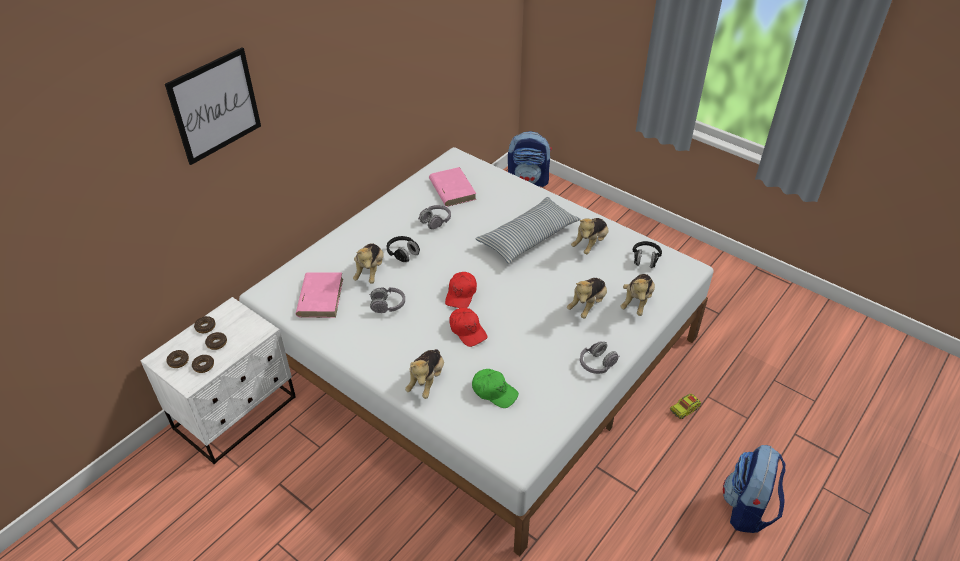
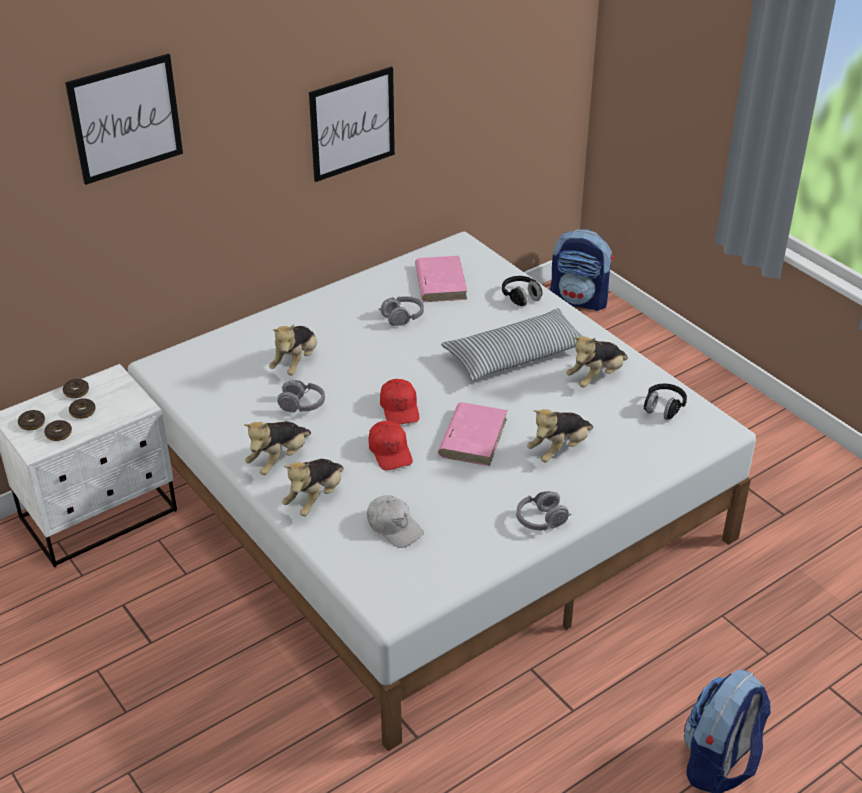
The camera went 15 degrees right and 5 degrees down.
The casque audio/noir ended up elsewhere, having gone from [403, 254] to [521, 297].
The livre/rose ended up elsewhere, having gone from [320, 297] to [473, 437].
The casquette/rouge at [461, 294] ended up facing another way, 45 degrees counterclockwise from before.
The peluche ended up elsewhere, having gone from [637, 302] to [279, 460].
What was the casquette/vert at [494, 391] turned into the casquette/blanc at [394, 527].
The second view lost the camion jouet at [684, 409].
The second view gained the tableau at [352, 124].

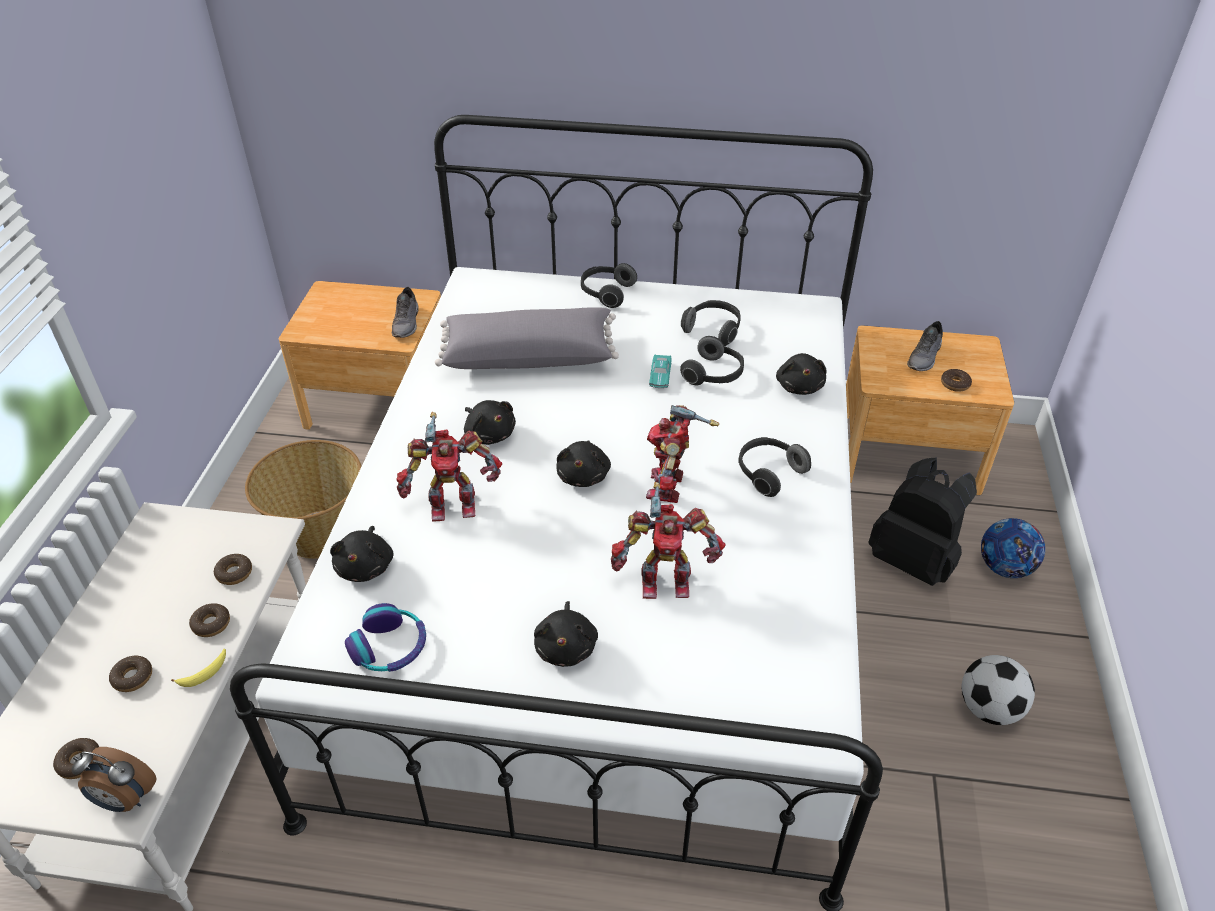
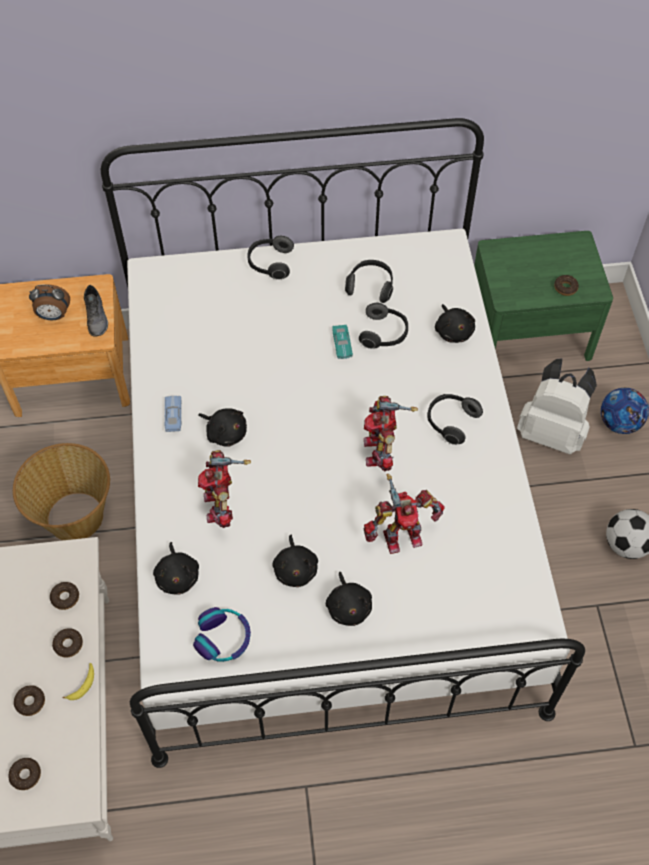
The camera went 15 degrees left and 15 degrees up.
The second view lost the coussin/gris at [529, 355].
The second view lost the chaussure/gris at [925, 357].
What was the table de chevet/marron at [908, 452] turned into the table de chevet/vert at [528, 330].
The robot jouet at [452, 504] ended up facing another way, 105 degrees clockwise from before.
The peluche/noir ended up elsewhere, having gone from [584, 475] to [295, 569].
What was the sac à dos/noir at [913, 560] turned into the sac à dos/blanc at [551, 432].
The réveil ended up elsewhere, having gone from [125, 799] to [54, 316].
The second view gained the petite voiture/bleu at [173, 416].

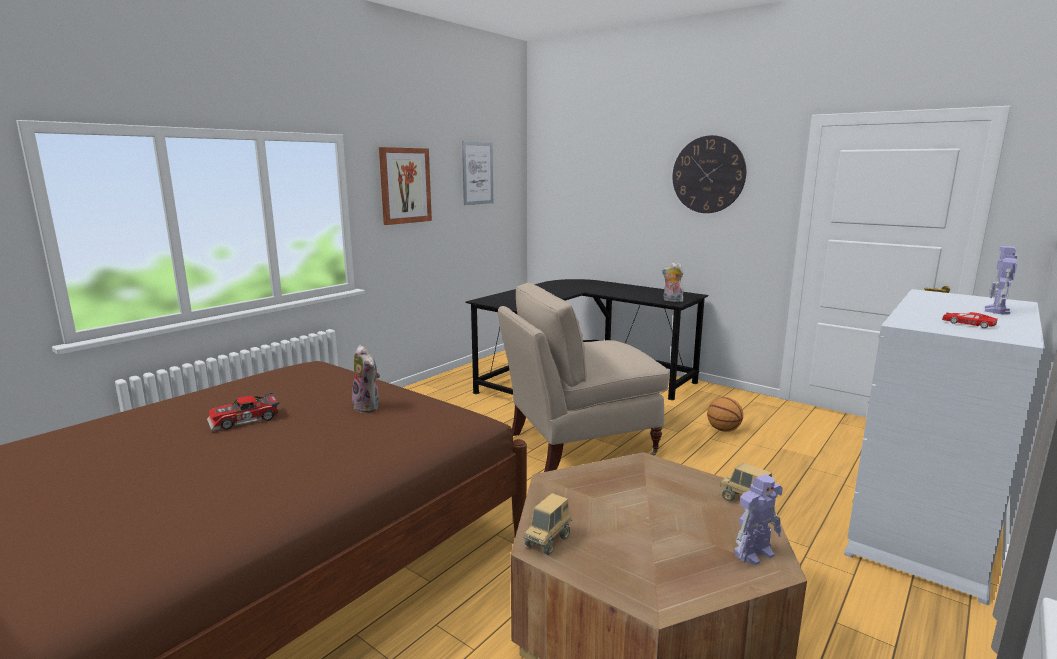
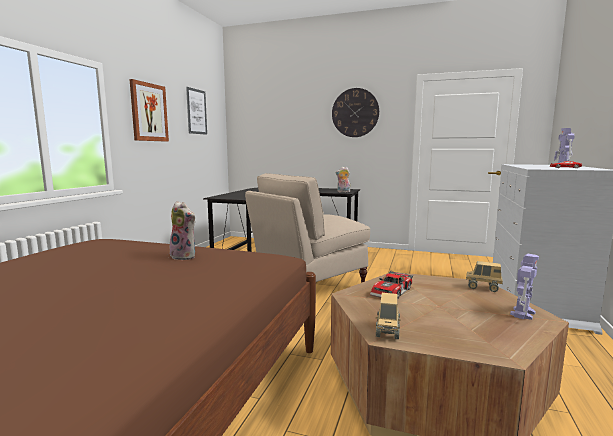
The camera went 20 degrees left and 5 degrees down.
The petite voiture ended up elsewhere, having gone from [244, 420] to [393, 292].
The second view lost the ballon de basket at [723, 430].

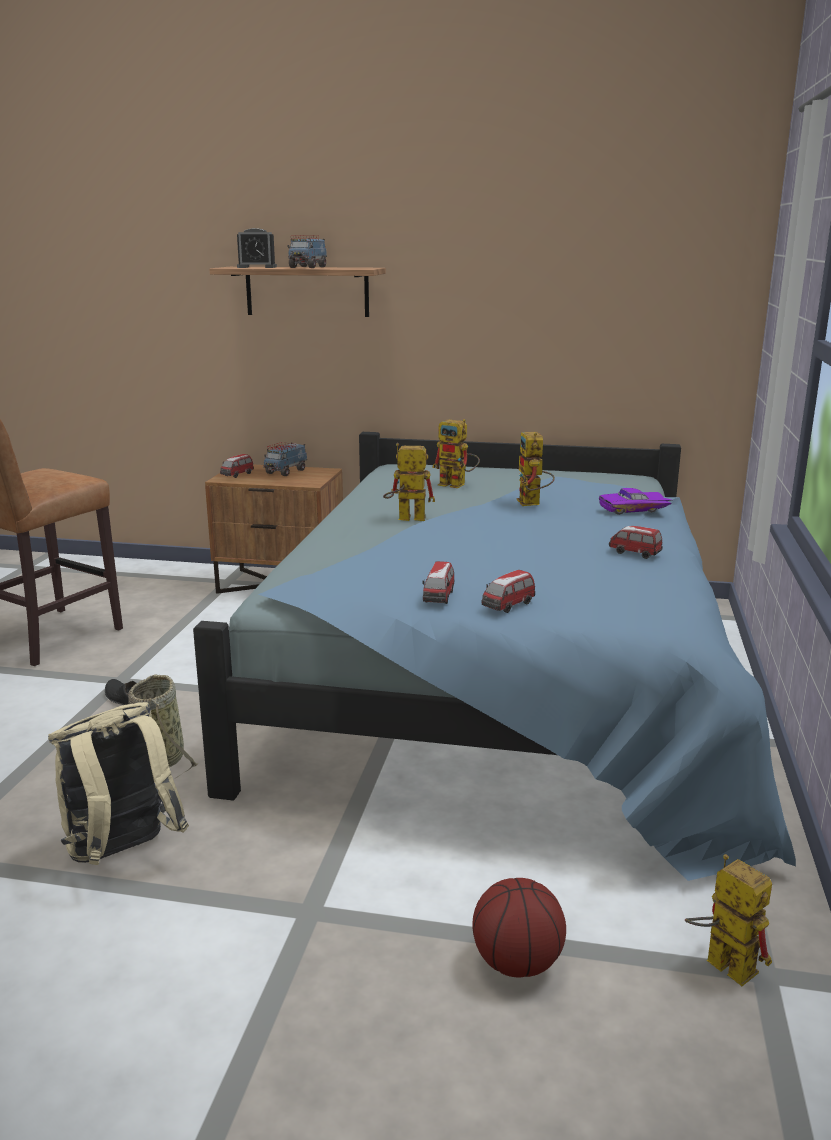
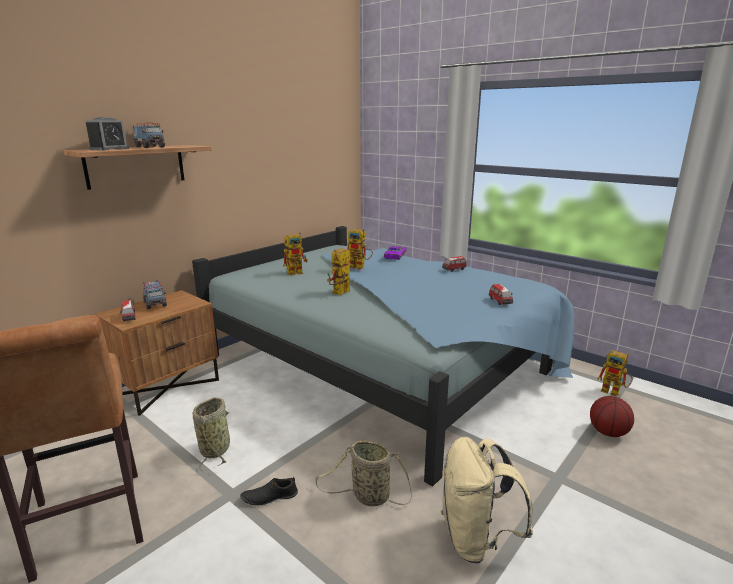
The camera went 60 degrees left and 0 degrees up.
The second view lost the petite voiture at [439, 597].
The robot jouet at [720, 963] ended up facing another way, 135 degrees counterclockwise from before.
The second view gained the panier at [216, 448].

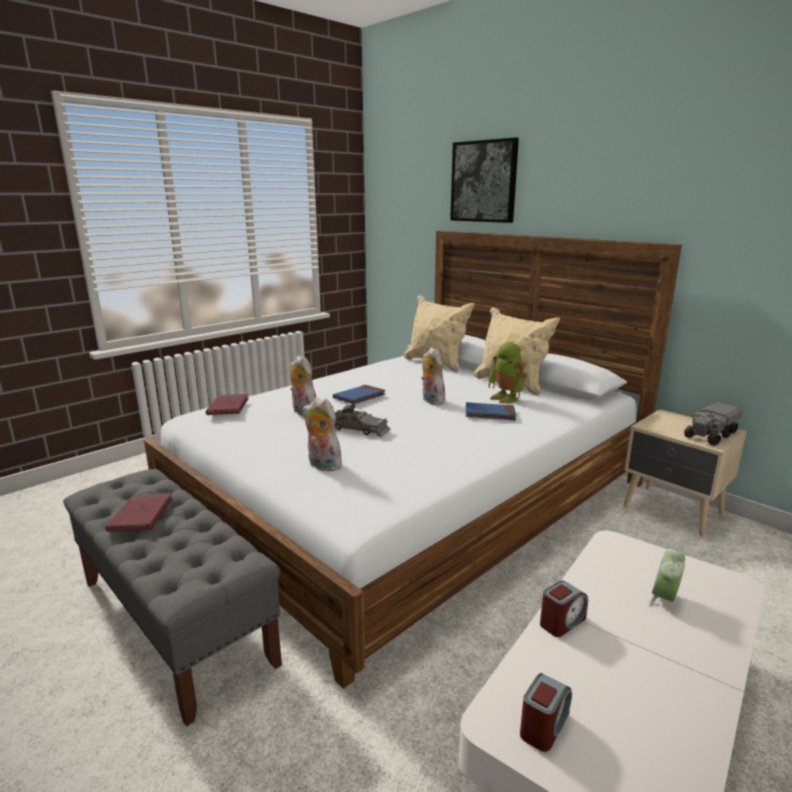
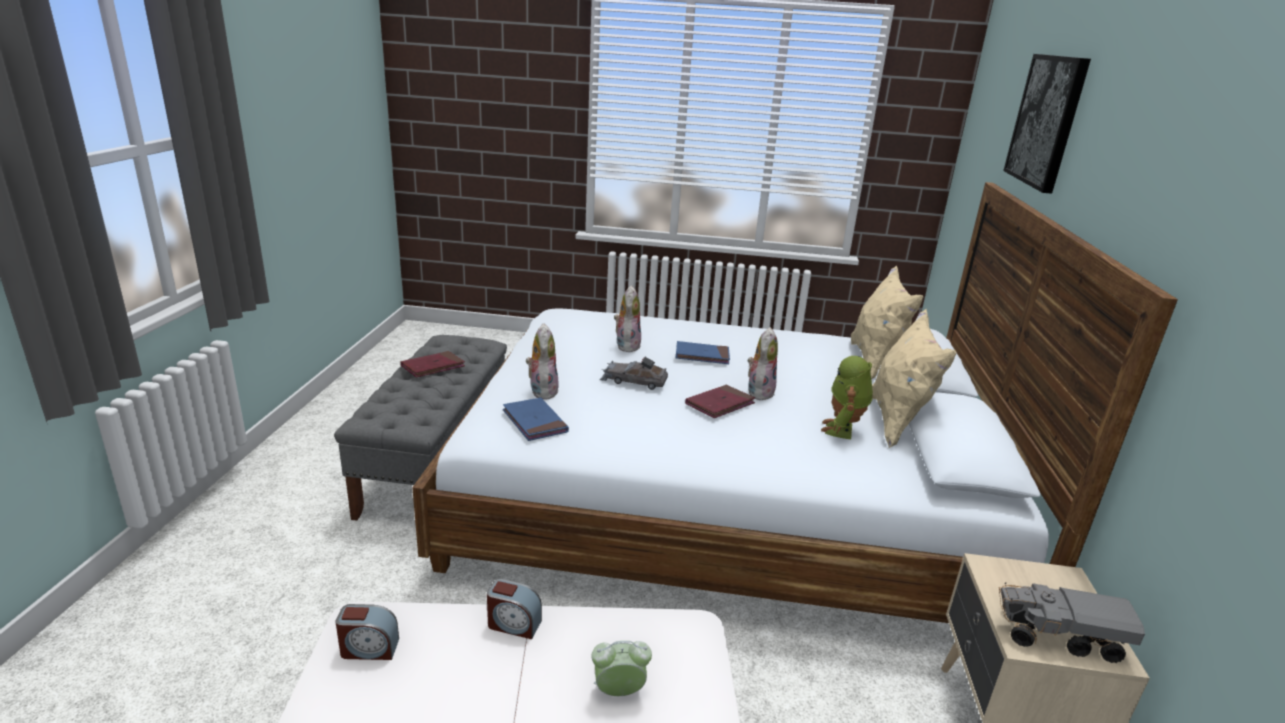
The camera went 50 degrees right and 5 degrees up.
The livre/rouge ended up elsewhere, having gone from [228, 407] to [720, 404].
The livre/bleu ended up elsewhere, having gone from [490, 414] to [535, 422].
The petite voiture/gris at [359, 429] ended up facing another way, 120 degrees clockwise from before.

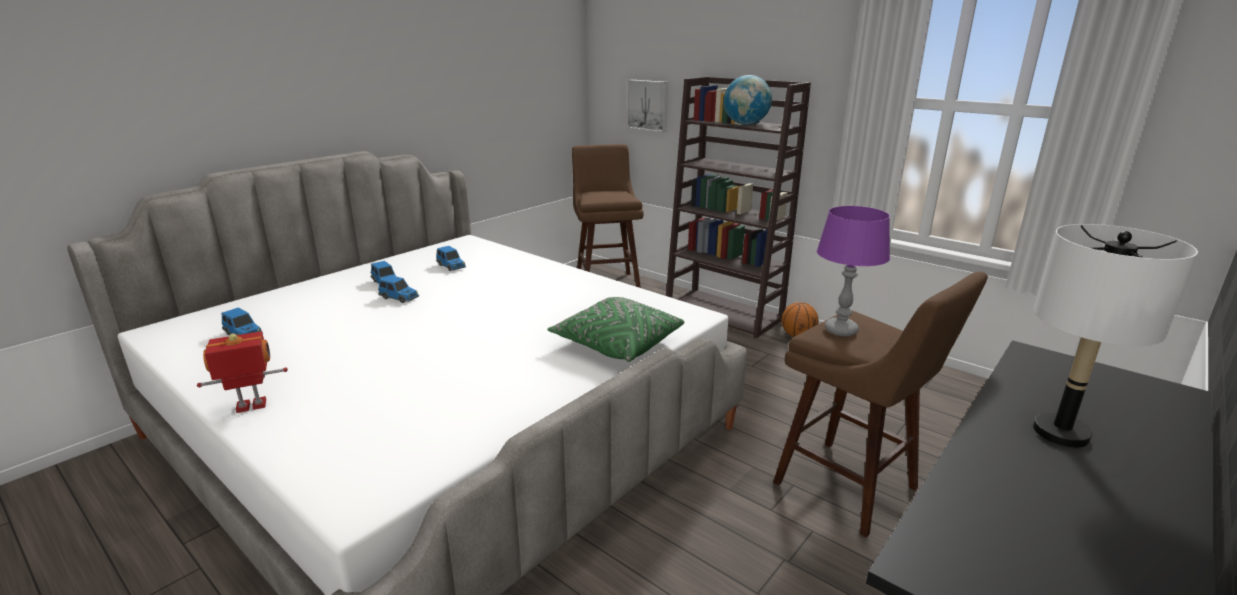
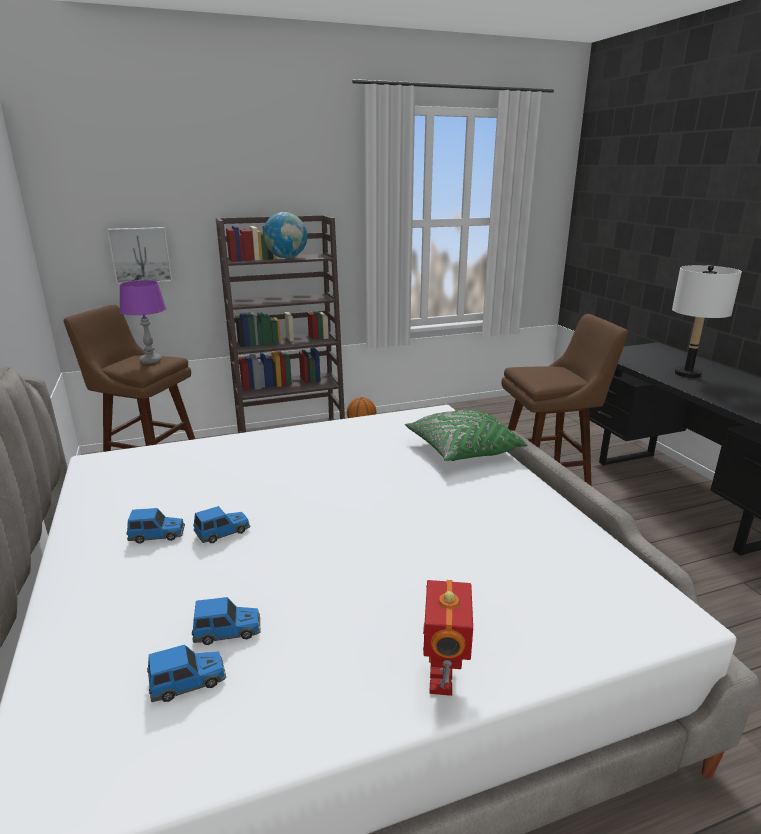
The camera went 60 degrees left and 0 degrees up.
The lampe de table/violet ended up elsewhere, having gone from [840, 330] to [151, 361].
The petite voiture ended up elsewhere, having gone from [451, 266] to [228, 631].

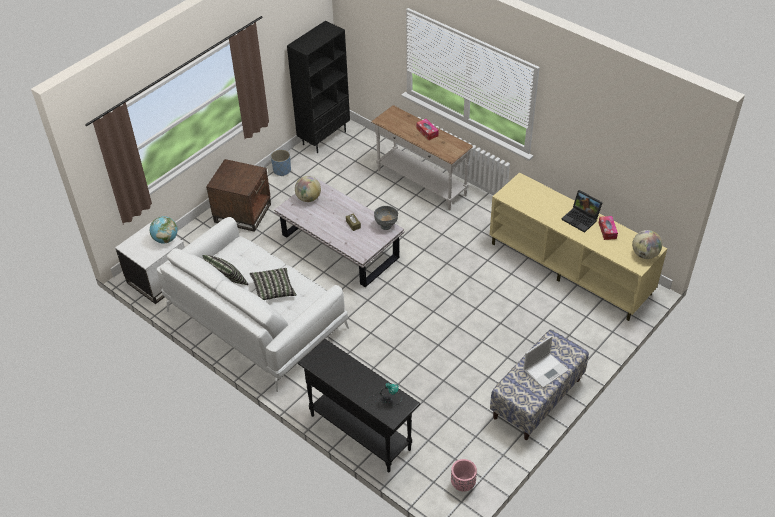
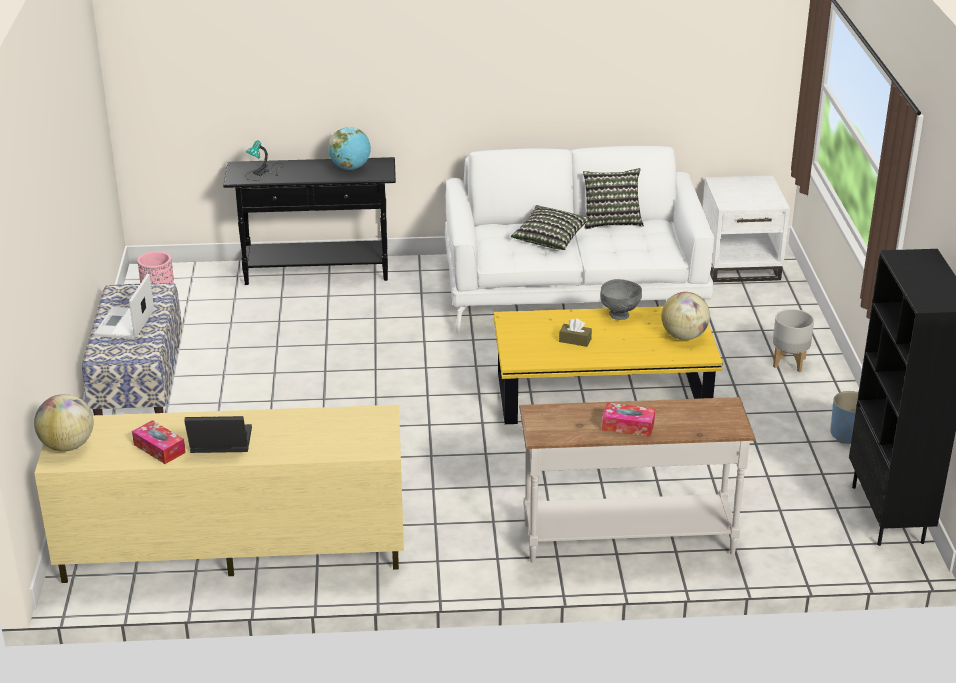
The camera went 135 degrees right and 15 degrees down.
Where the table d'appoint/marron stood at [243, 212], the cache-pot/gris came to stand at [789, 362].
What was the table basse/blanc at [340, 246] turned into the table basse/jaune at [603, 396].
The bol/gris ended up elsewhere, having gone from [386, 225] to [619, 315].
The globe ended up elsewhere, having gone from [166, 239] to [350, 168].

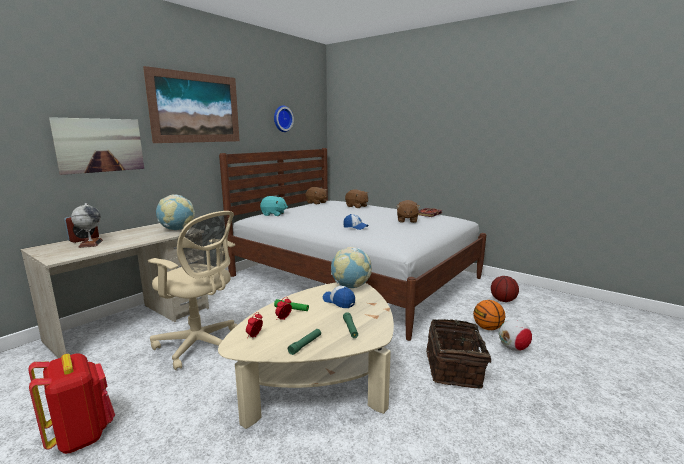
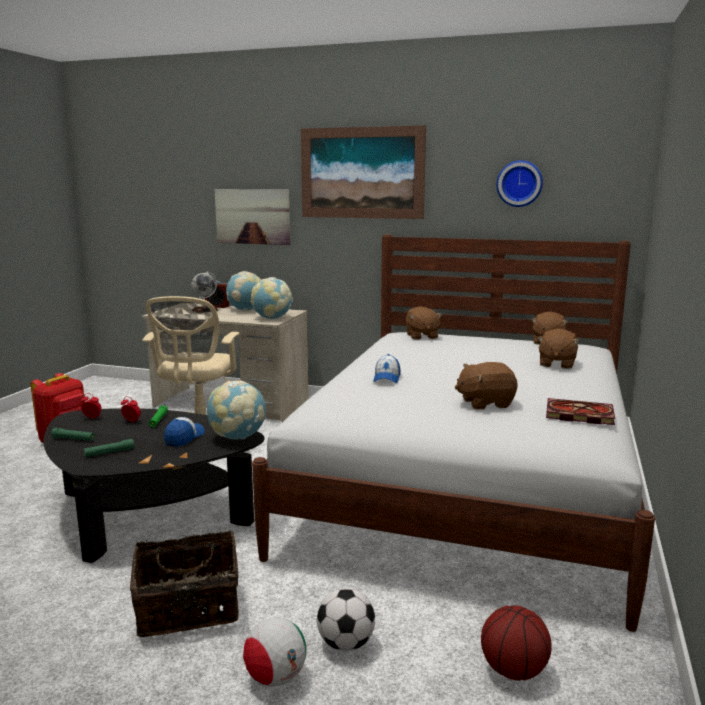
The camera went 70 degrees right and 0 degrees up.
What was the peluche/turquoise at [274, 214] turned into the peluche/marron at [421, 336].
What was the table basse/beige at [321, 379] turned into the table basse/noir at [148, 513].
Where the ballon de basket stood at [487, 328], the ballon de foot came to stand at [346, 643].
The second view gained the globe at [246, 310].

